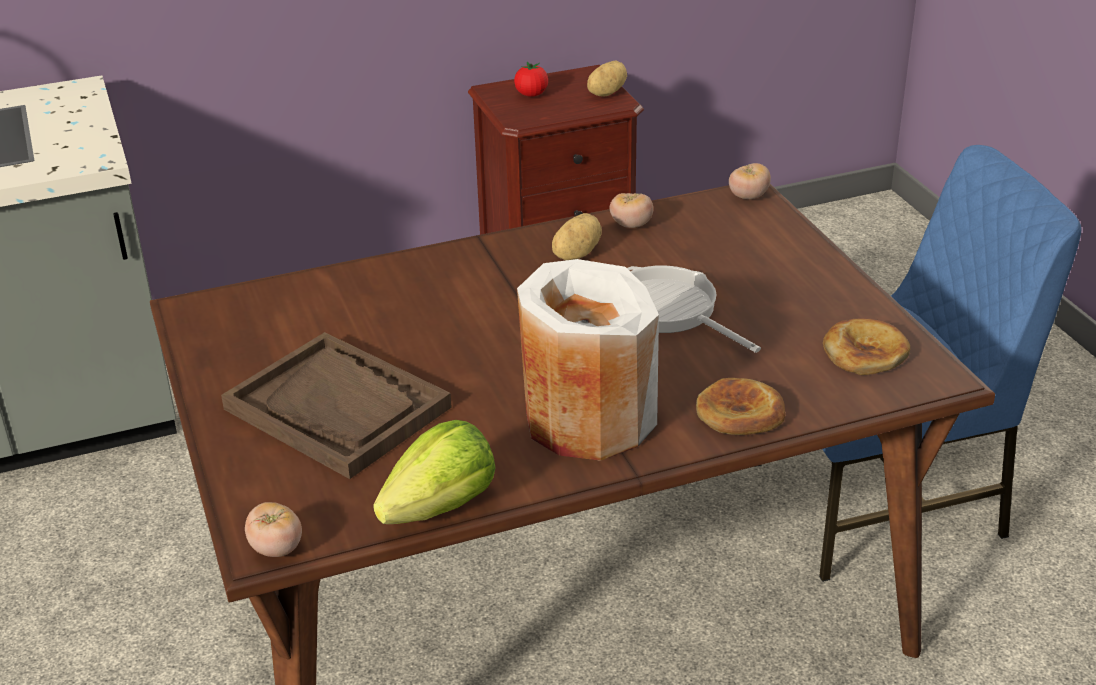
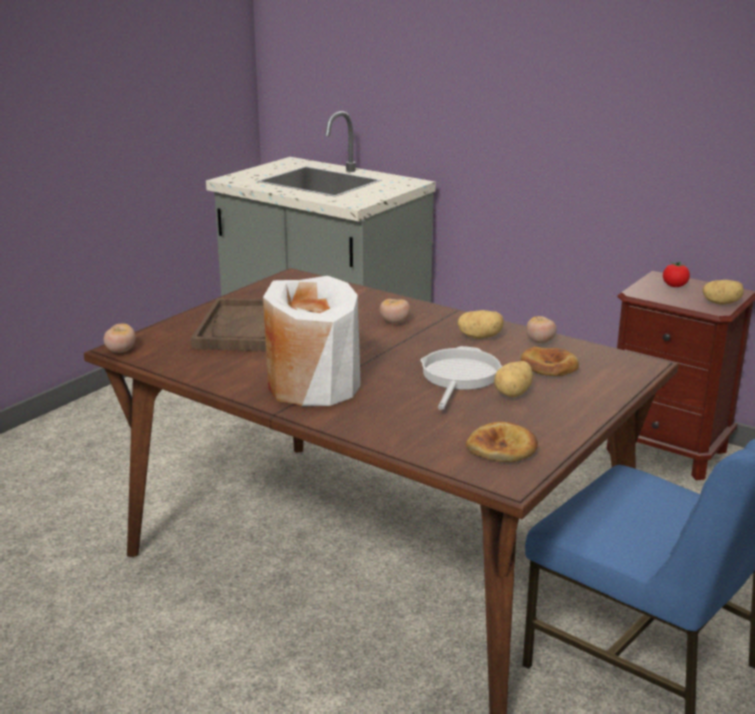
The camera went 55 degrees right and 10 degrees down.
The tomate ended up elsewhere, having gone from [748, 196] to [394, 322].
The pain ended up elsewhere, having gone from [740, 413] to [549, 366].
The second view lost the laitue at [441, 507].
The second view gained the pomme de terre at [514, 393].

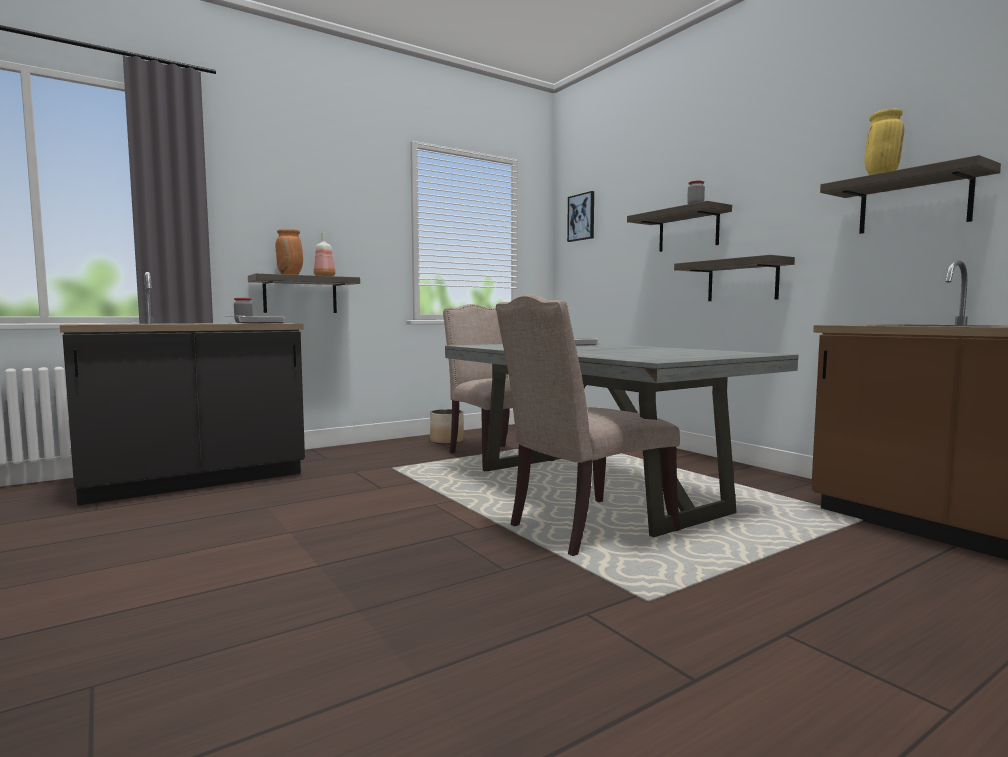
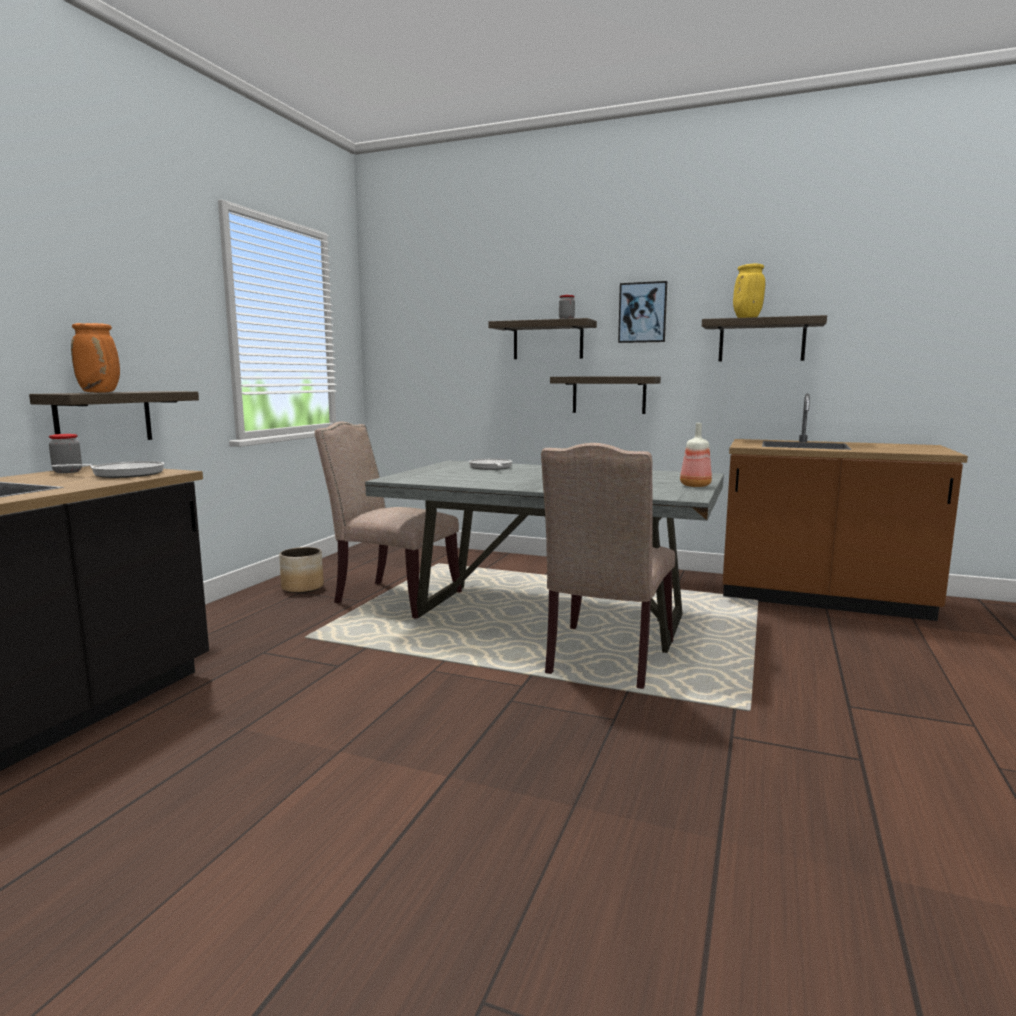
The camera went 35 degrees left and 5 degrees up.
The tableau ended up elsewhere, having gone from [581, 217] to [642, 312].
The bouteille ended up elsewhere, having gone from [324, 277] to [694, 485].

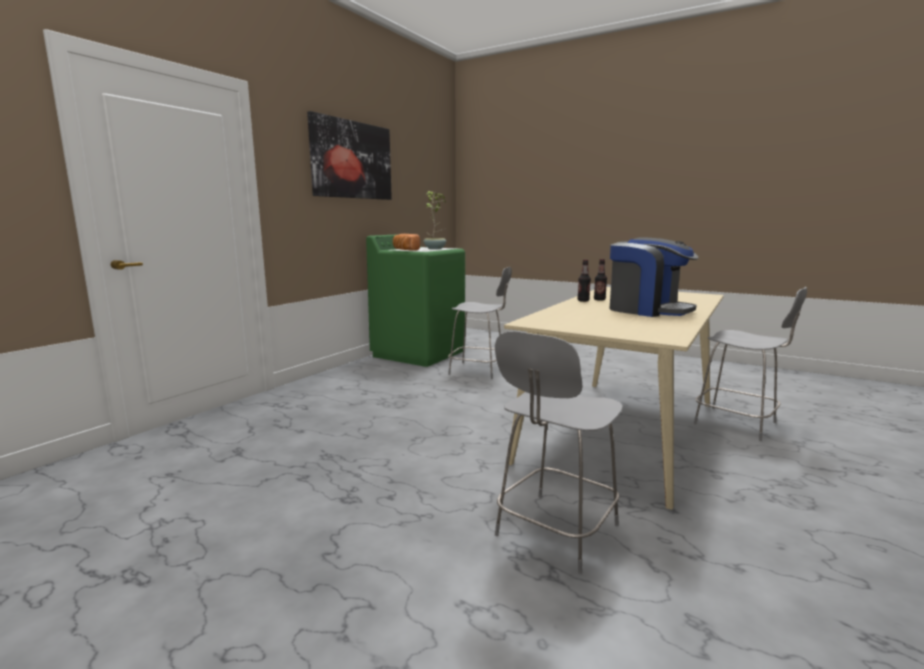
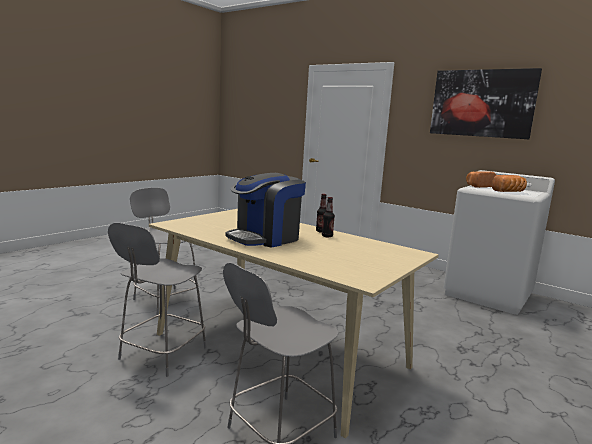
The camera went 95 degrees right and 0 degrees up.
Where the plante en pot stood at [435, 249], the pain came to stand at [509, 192].
What was the lave-linge/vert at [419, 353] turned into the lave-linge/blanc at [488, 294].
The chaise/gris ended up elsewhere, having gone from [479, 370] to [161, 354].

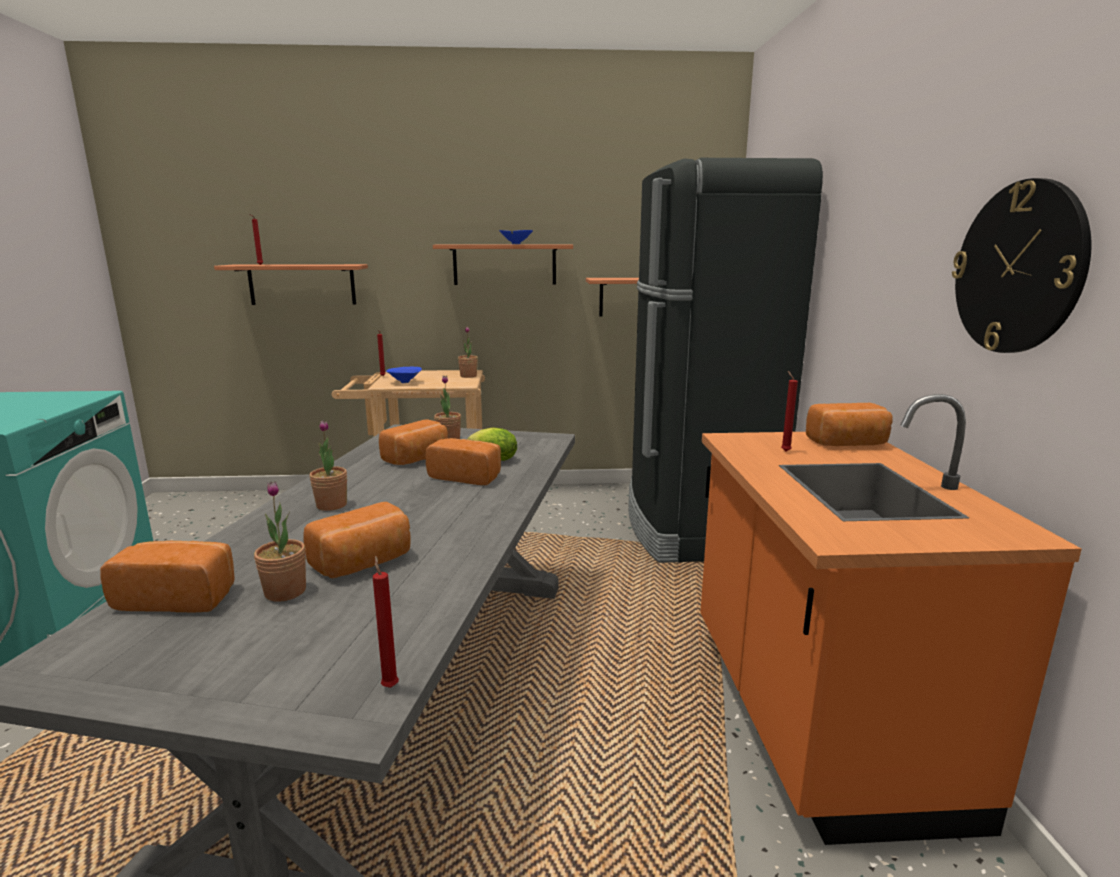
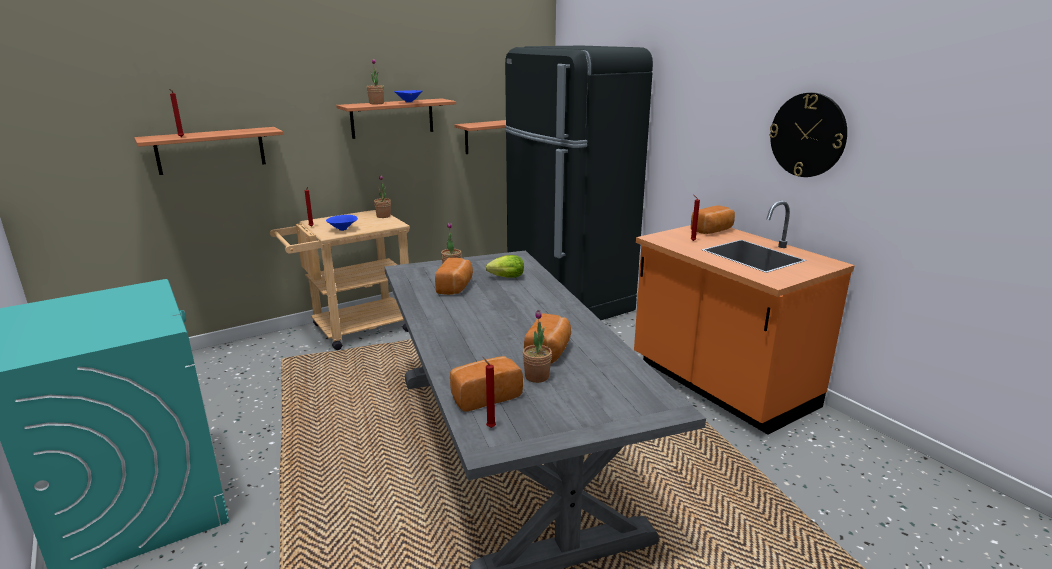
The camera went 30 degrees left and 5 degrees up.
The plante en pot ended up elsewhere, having gone from [331, 505] to [376, 103].
The second view lost the pain at [467, 476].
The bougie/rouge ended up elsewhere, having gone from [390, 685] to [489, 427].

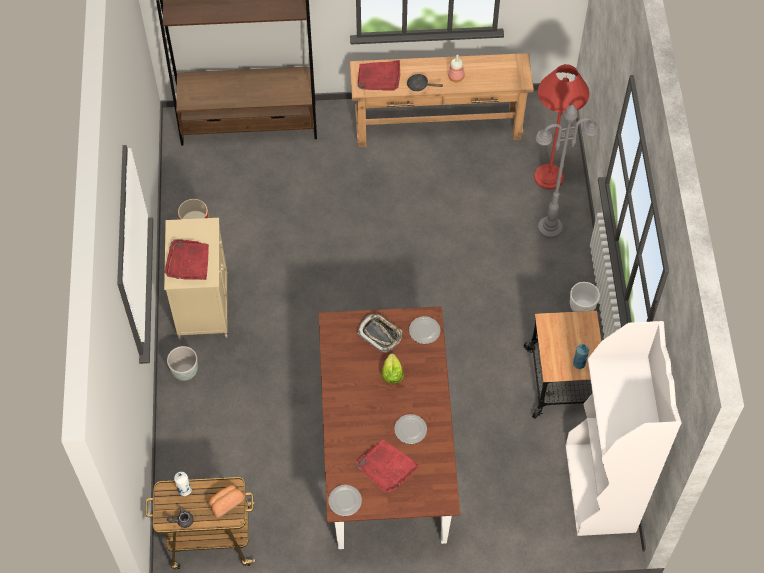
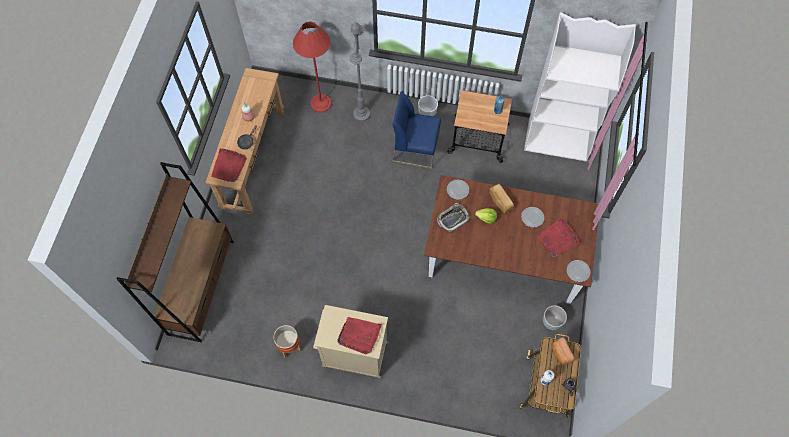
The camera went 75 degrees left and 5 degrees up.
The cache-pot/gris ended up elsewhere, having gone from [185, 371] to [552, 322].
The second view gained the chaise/bleu at [415, 148].
The second view gained the pain at [500, 201].

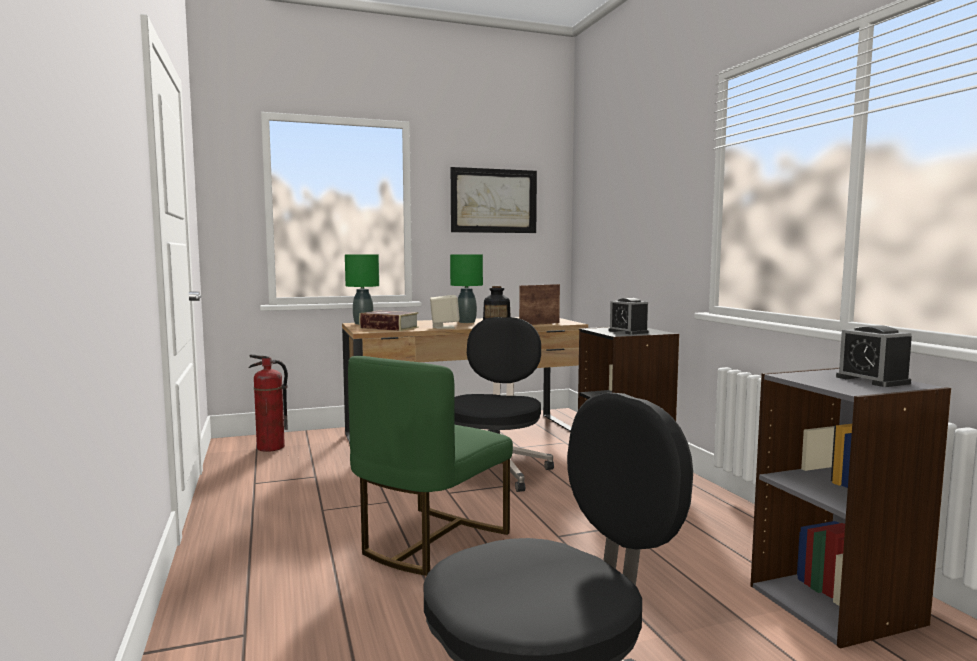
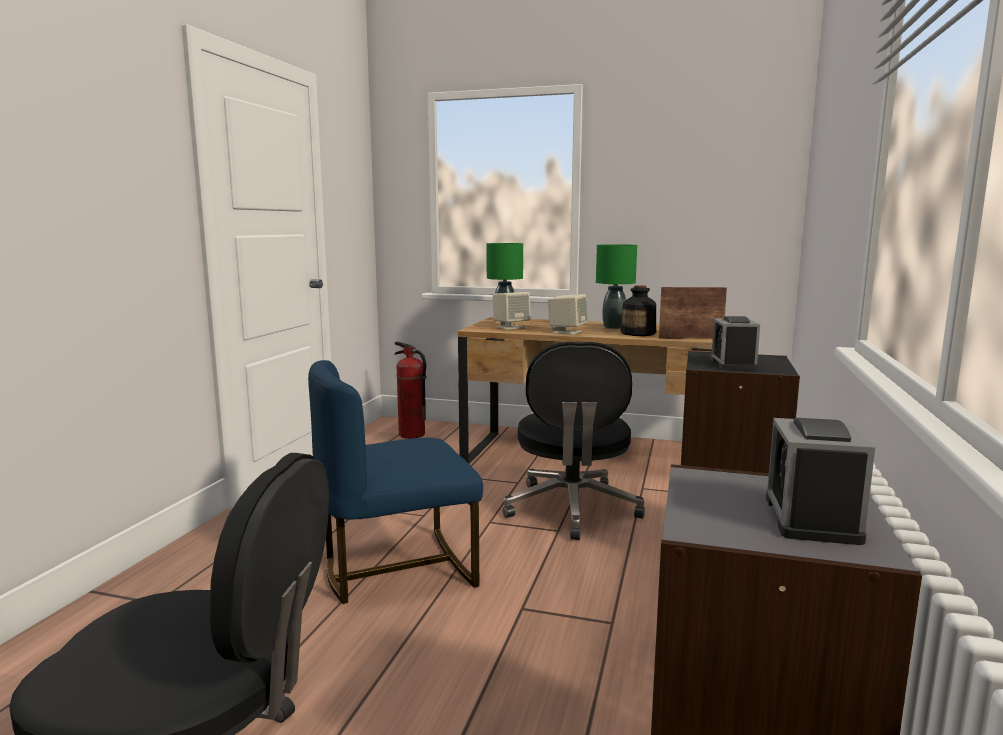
The camera went 35 degrees right and 5 degrees up.
The second view lost the tableau at [493, 201].
Where the livre stood at [389, 328], the enceinte/beige came to stand at [511, 327].
The chaise de bureau/noir at [494, 470] ended up facing another way, 135 degrees clockwise from before.
What was the chaise/vert at [429, 541] turned into the chaise/bleu at [397, 569].

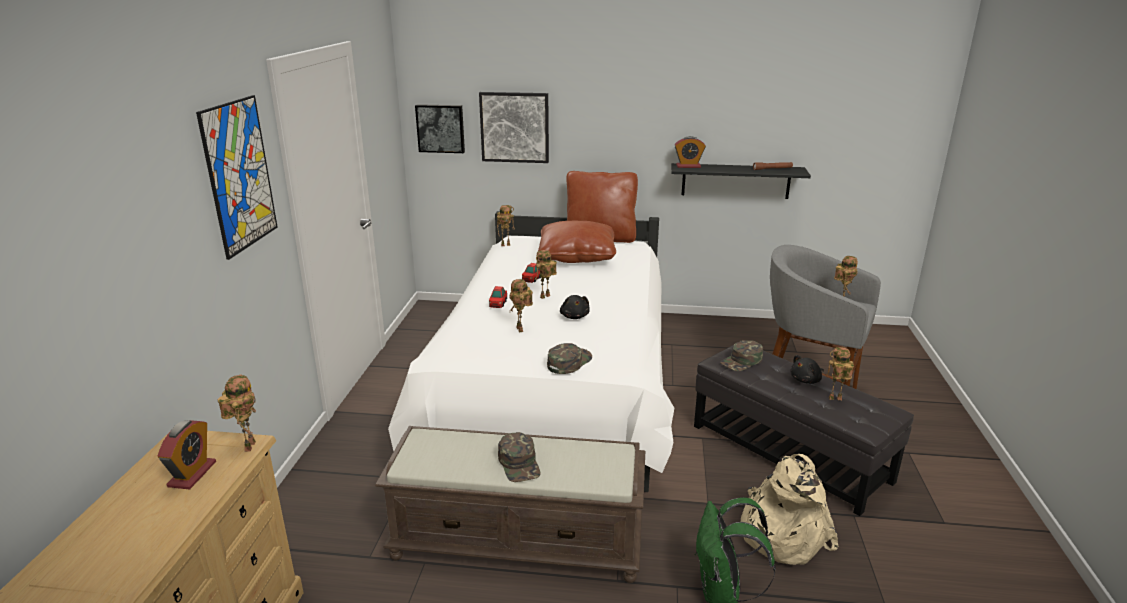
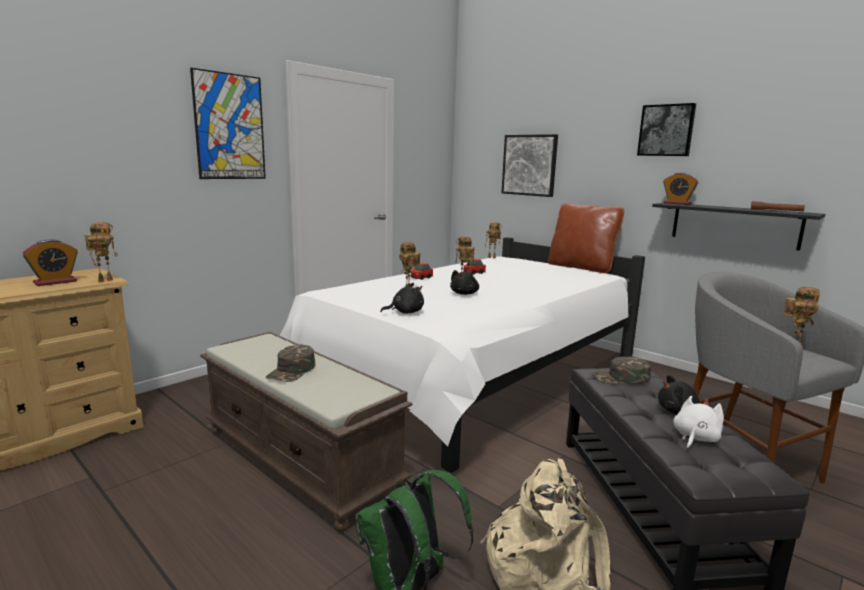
The camera went 35 degrees right and 10 degrees down.
The tableau ended up elsewhere, having gone from [441, 128] to [666, 130].
The second view lost the coussin/marron at [577, 256].
Where the casquette/vert stood at [569, 362], the peluche/noir came to stand at [405, 312].
Where the robot jouet stood at [834, 399], the peluche/blanc came to stand at [695, 438].

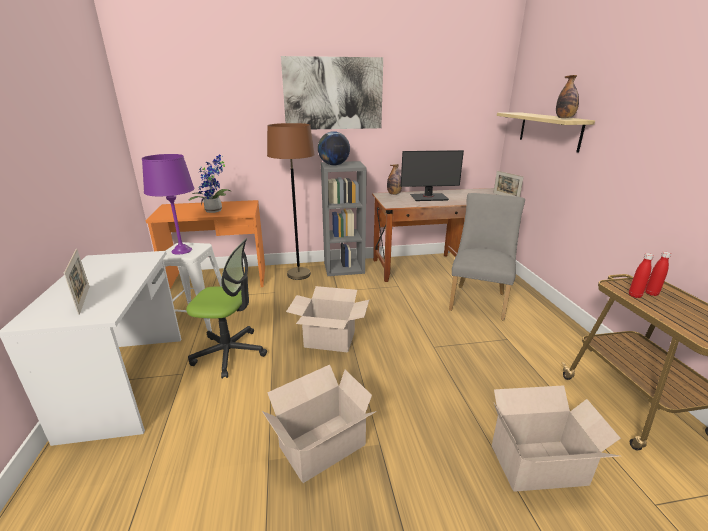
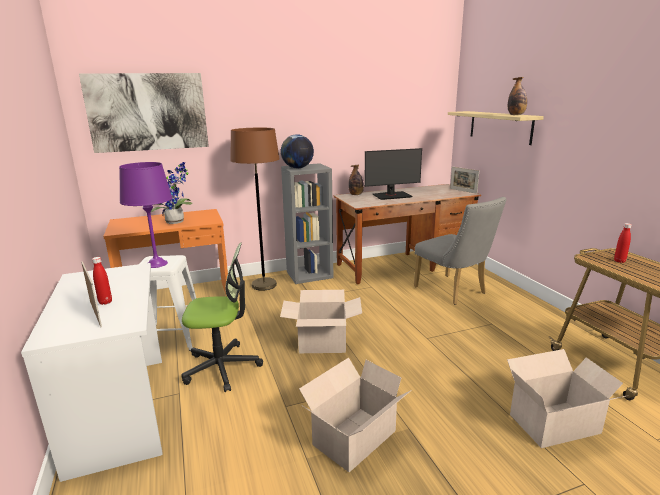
The camera went 10 degrees left and 5 degrees down.
The tableau ended up elsewhere, having gone from [333, 94] to [148, 112].
The chaise/gris at [479, 299] ended up facing another way, 135 degrees clockwise from before.
The bouteille/rouge ended up elsewhere, having gone from [634, 295] to [105, 302].

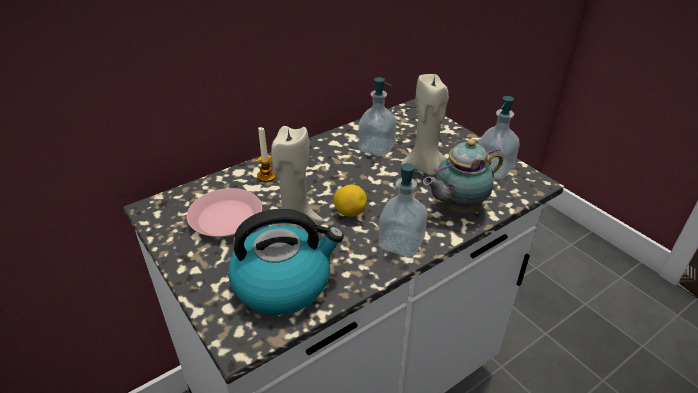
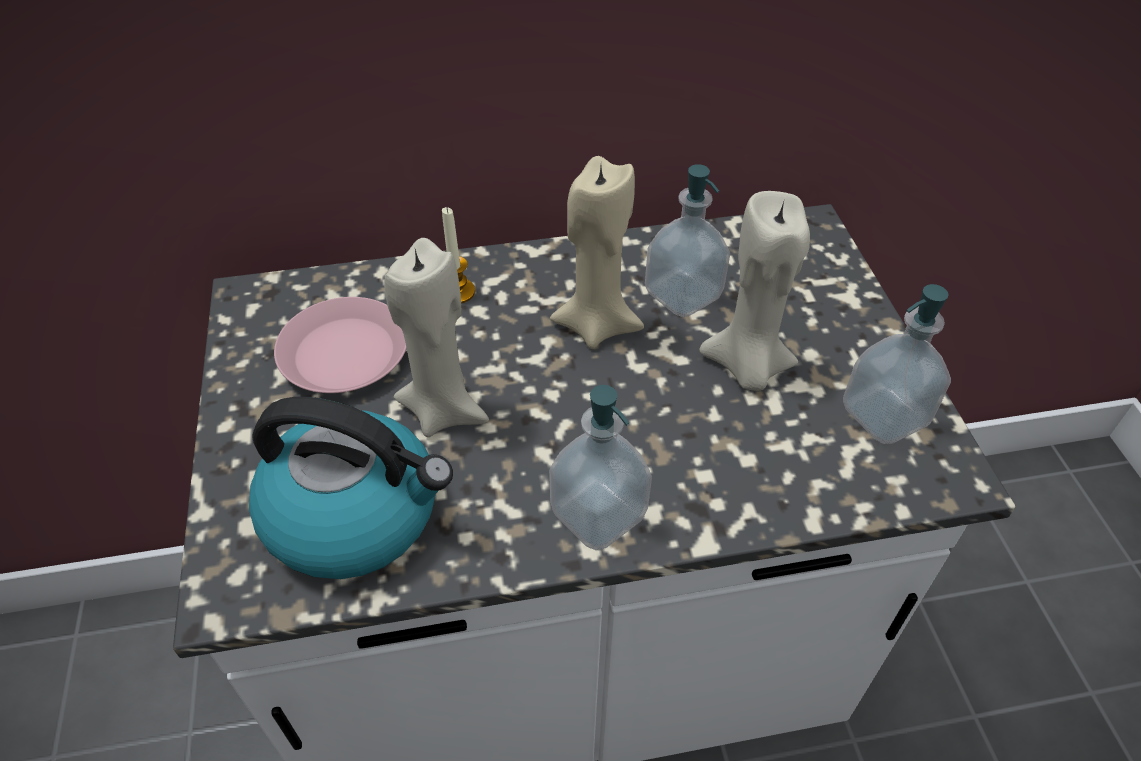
The camera went 25 degrees right and 10 degrees up.
The second view lost the théière at [457, 208].
The second view lost the citron at [350, 212].
The second view gained the bougie/beige at [596, 325].

